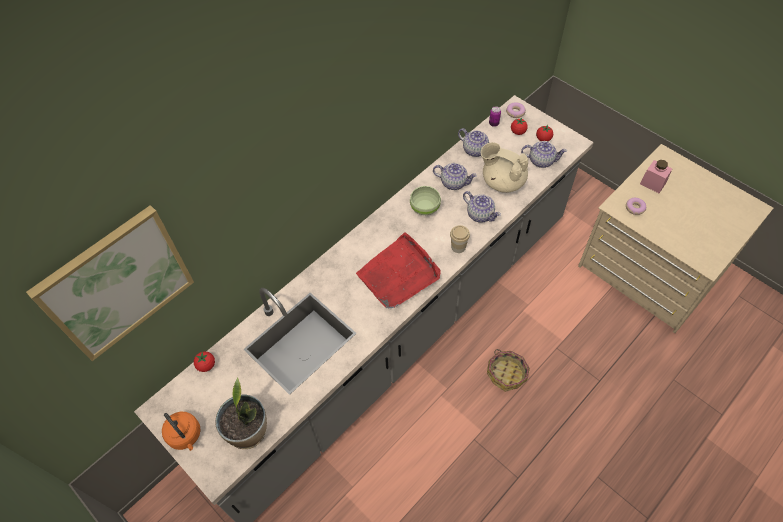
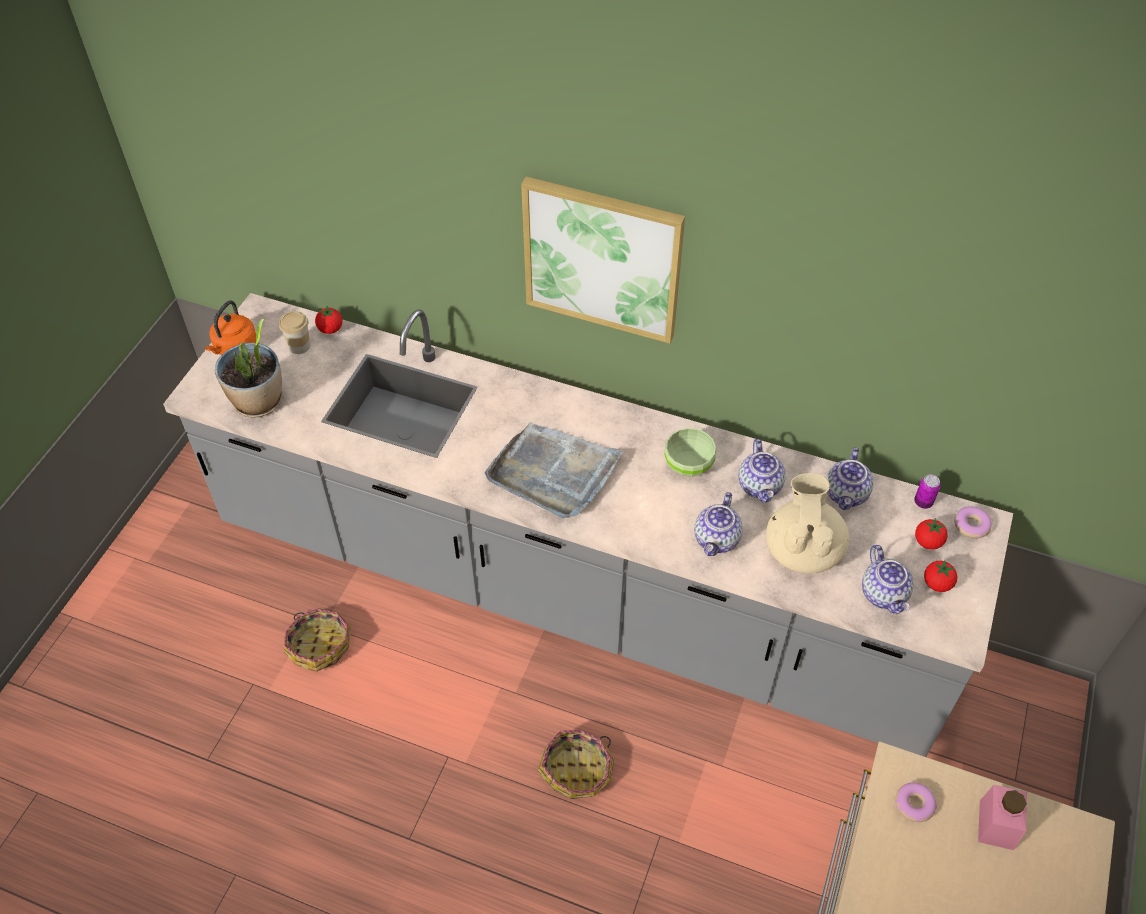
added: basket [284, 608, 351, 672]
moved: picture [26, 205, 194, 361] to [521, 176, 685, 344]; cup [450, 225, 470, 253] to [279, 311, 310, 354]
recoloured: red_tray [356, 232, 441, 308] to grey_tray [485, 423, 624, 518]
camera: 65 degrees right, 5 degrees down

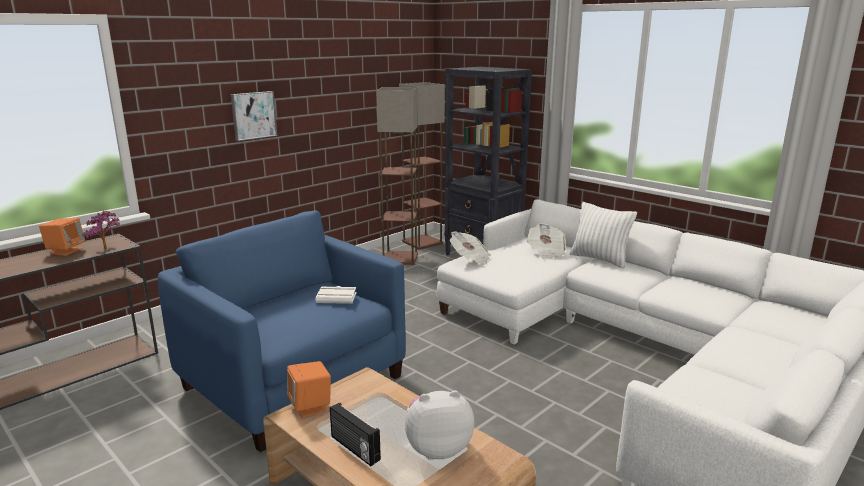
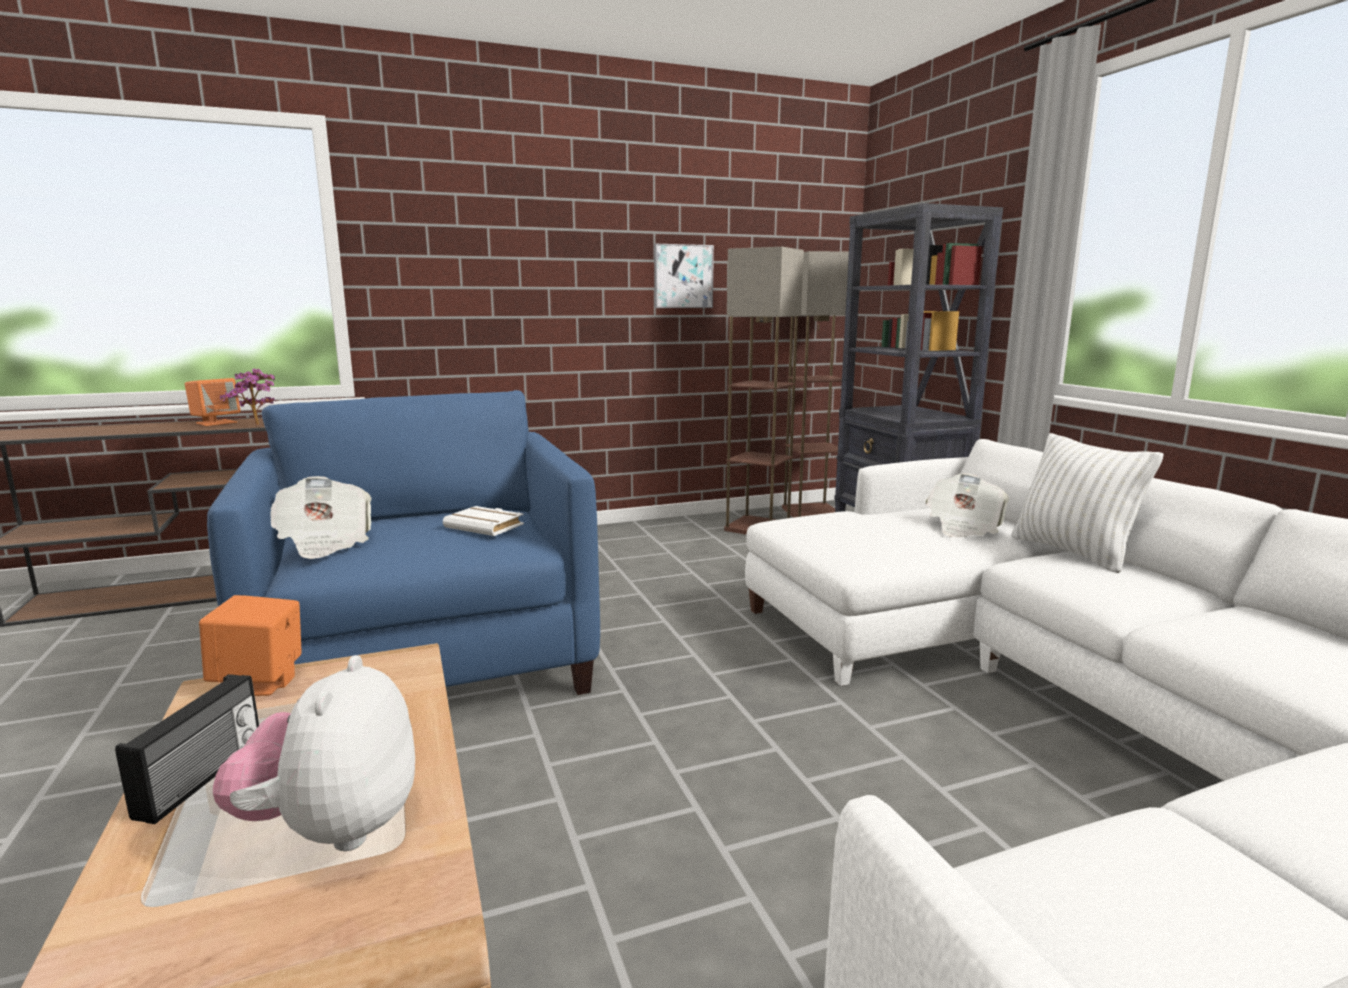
moved: picture [231, 91, 277, 141] to [654, 244, 714, 308]; newspaper [450, 231, 491, 265] to [271, 476, 372, 559]
turned: radio [330, 402, 381, 466] = [115, 674, 259, 824] 150 degrees counterclockwise; plush_toy [405, 390, 474, 460] = [213, 655, 415, 851] 105 degrees counterclockwise
camera: 25 degrees right, 5 degrees down

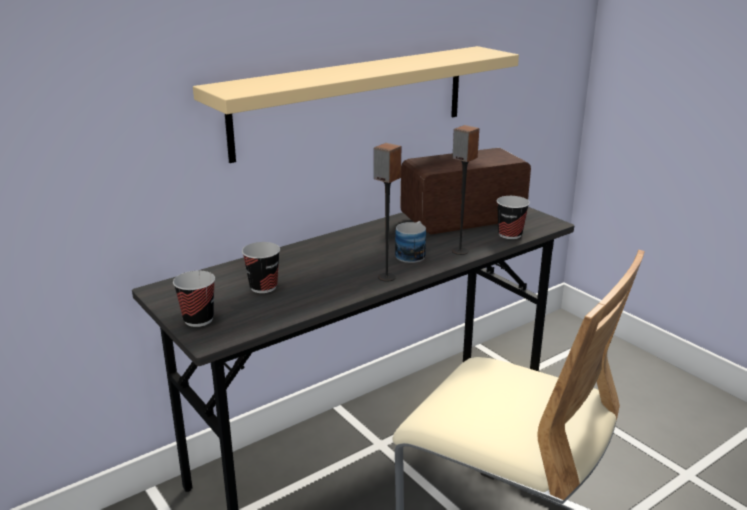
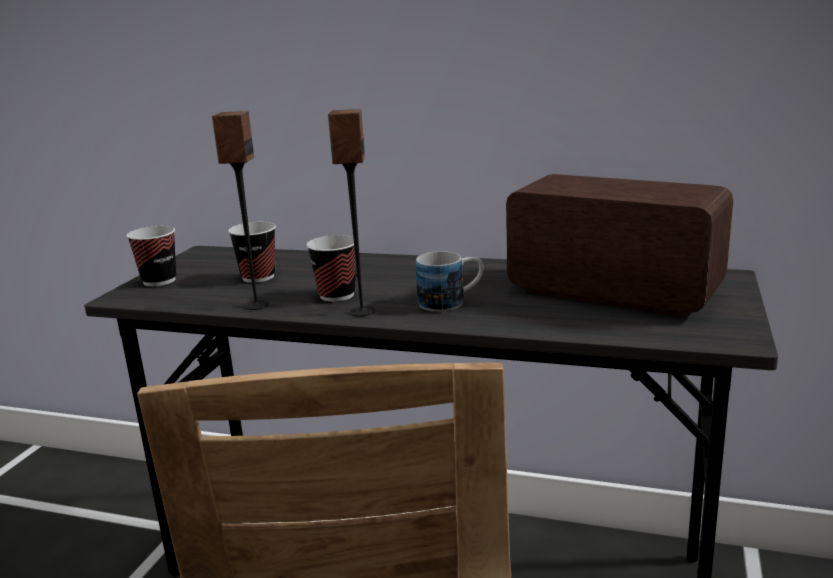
removed: beige_shelf [193, 46, 519, 163]
moved: speaker [452, 125, 479, 255] to [212, 111, 269, 310]; cup [497, 196, 530, 239] to [307, 235, 356, 302]
camera: 55 degrees right, 5 degrees down

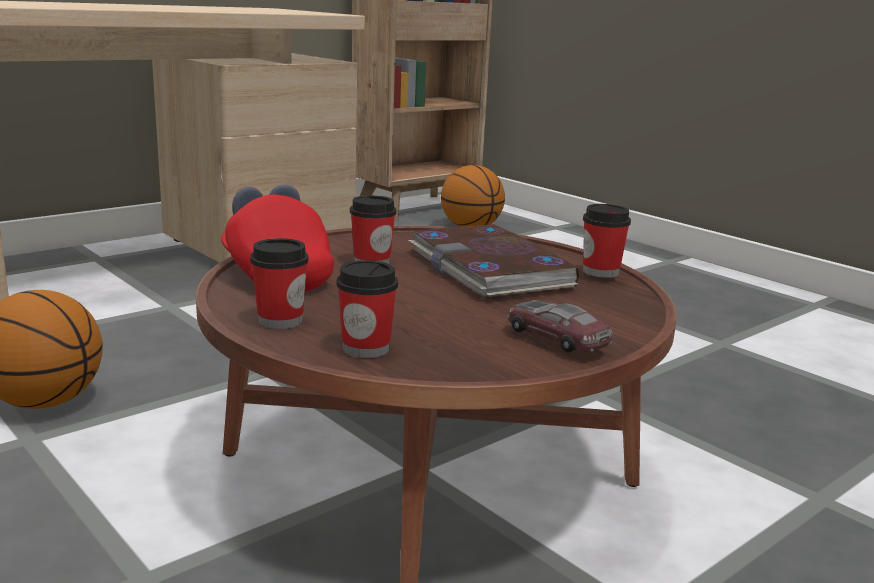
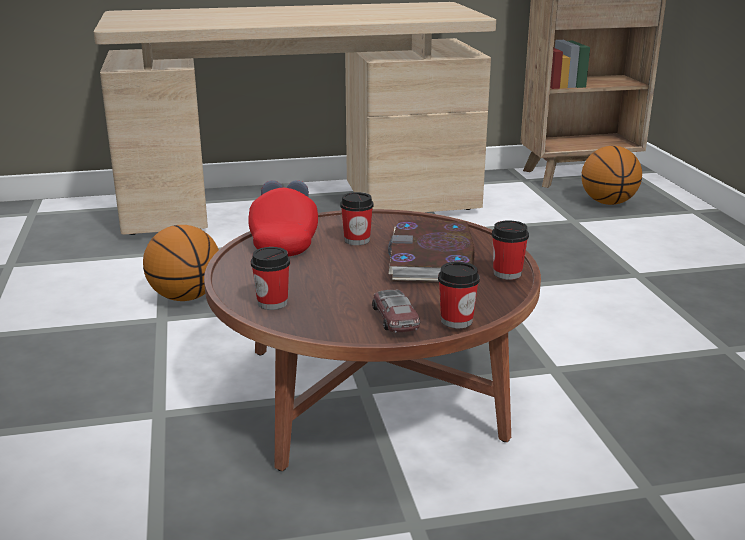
moved: cup [250, 238, 309, 329] to [438, 262, 480, 328]
camera: 30 degrees right, 5 degrees up

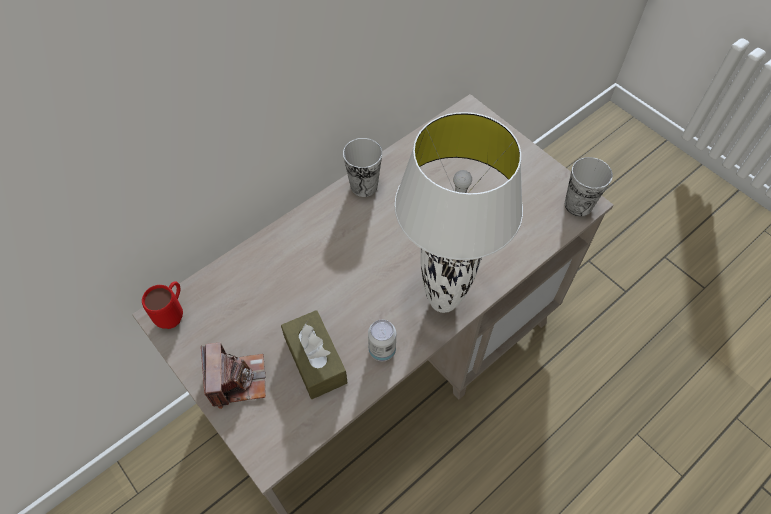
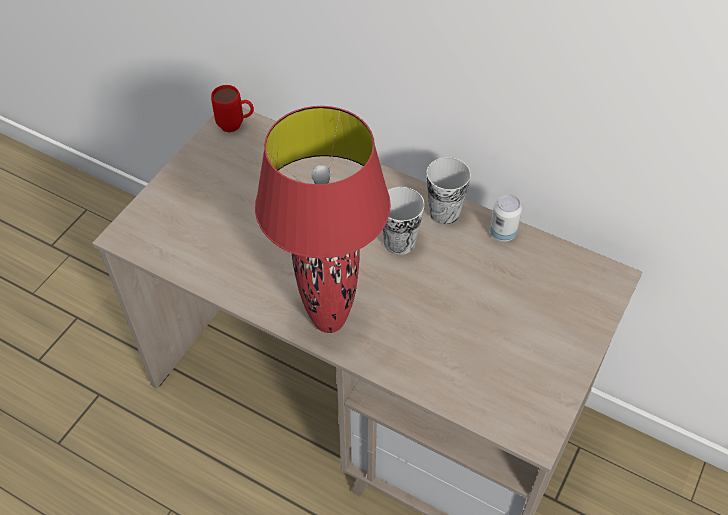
removed: photo_camera [201, 343, 266, 409]; brown_tissue_box [281, 310, 348, 399]
moved: can [368, 320, 396, 361] to [490, 194, 522, 242]; cup [565, 157, 613, 217] to [382, 187, 425, 255]
recoloured: white_table_lamp [394, 112, 523, 313] to red_table_lamp [255, 106, 391, 333]
camera: 70 degrees right, 5 degrees down

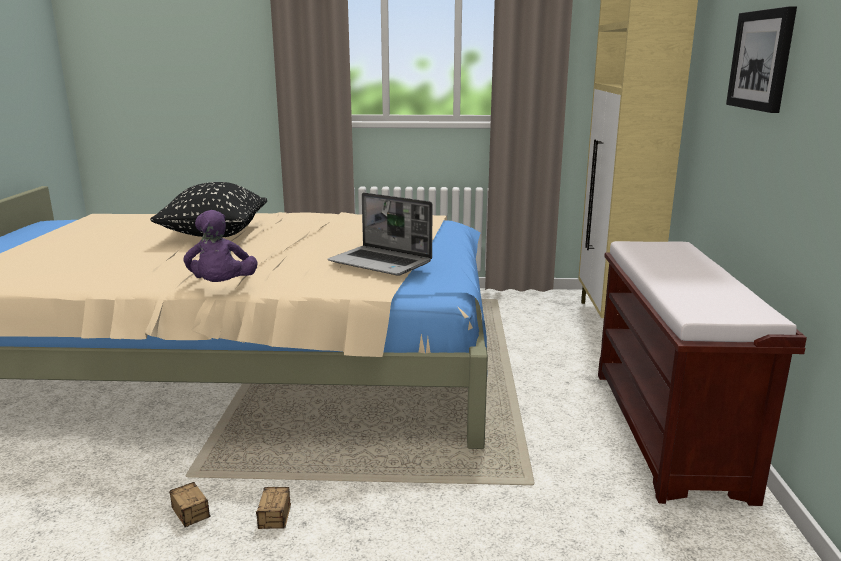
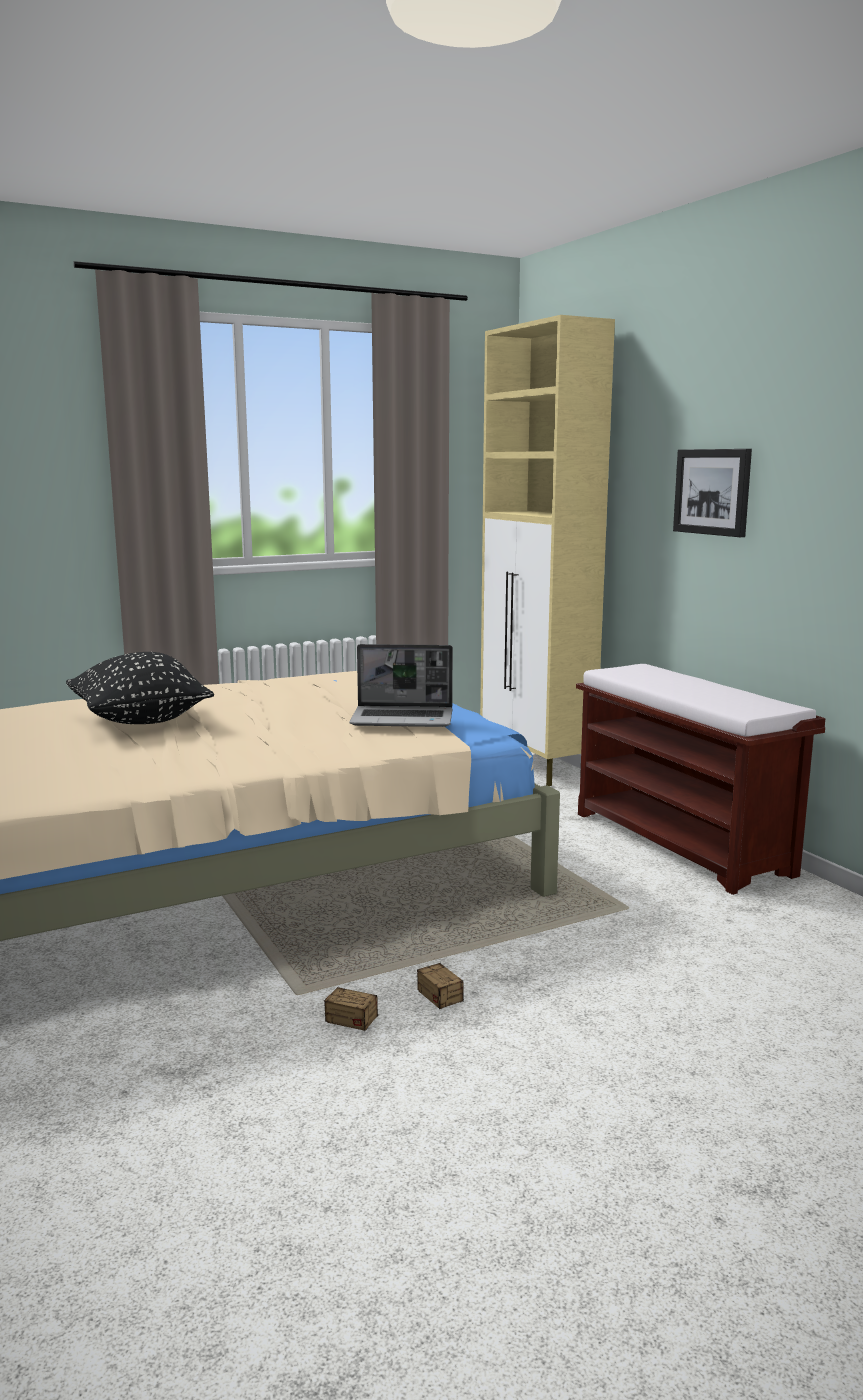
removed: purple_plush_toy [183, 210, 258, 282]
camera: 30 degrees left, 5 degrees down

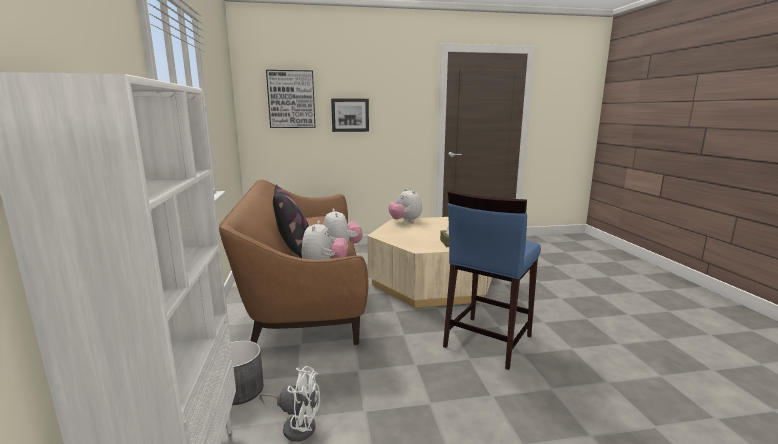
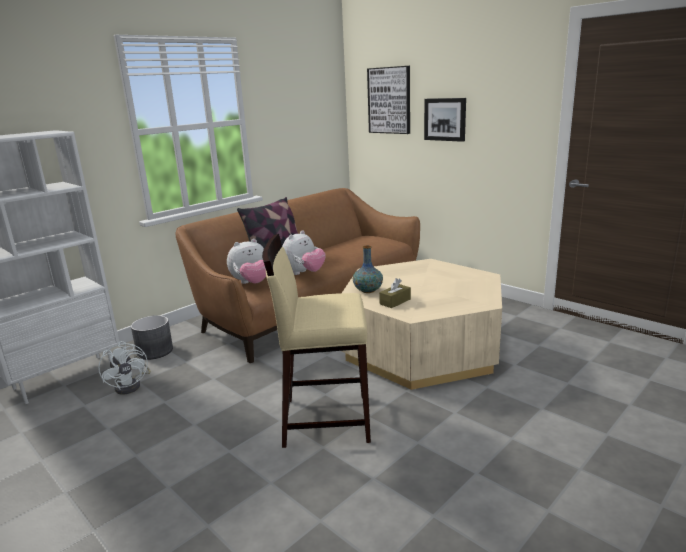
removed: plush_toy [389, 189, 422, 222]
added: vase [353, 245, 383, 293]
recoloured: blue_stool [443, 191, 541, 370] to beige_stool [262, 234, 371, 448]
camera: 55 degrees right, 5 degrees up

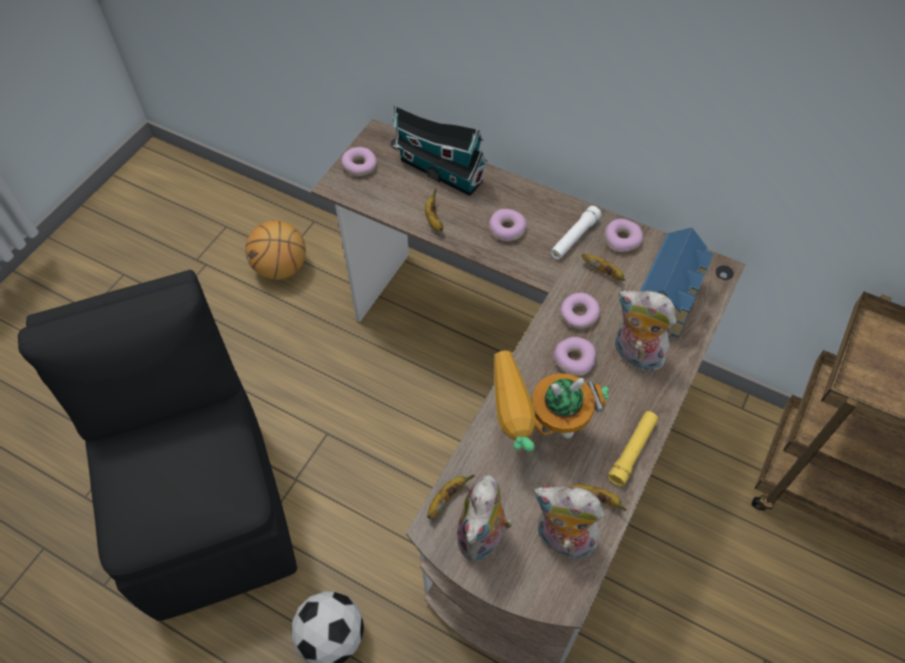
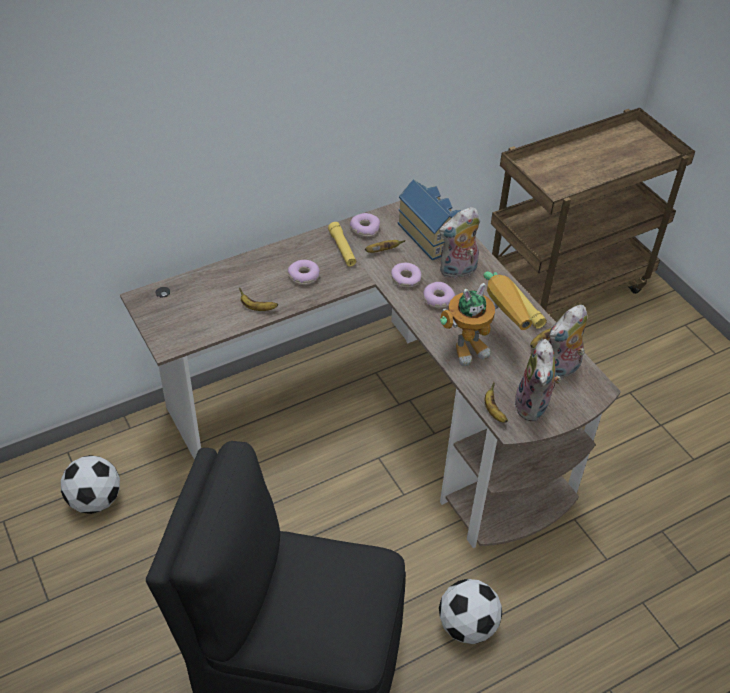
removed: donut [341, 147, 377, 176]; toy_house [393, 105, 488, 196]
replaced: basketball [245, 221, 306, 280] to football [61, 455, 120, 514]
recoloured: white_flashlight [550, 206, 602, 260] to yellow_flashlight [328, 222, 356, 266]
turned: plush_toy [456, 475, 512, 562] = [514, 339, 562, 421] 45 degrees clockwise; toy_robot [494, 351, 609, 452] = [440, 271, 532, 366] 135 degrees counterclockwise
camera: 60 degrees left, 10 degrees down

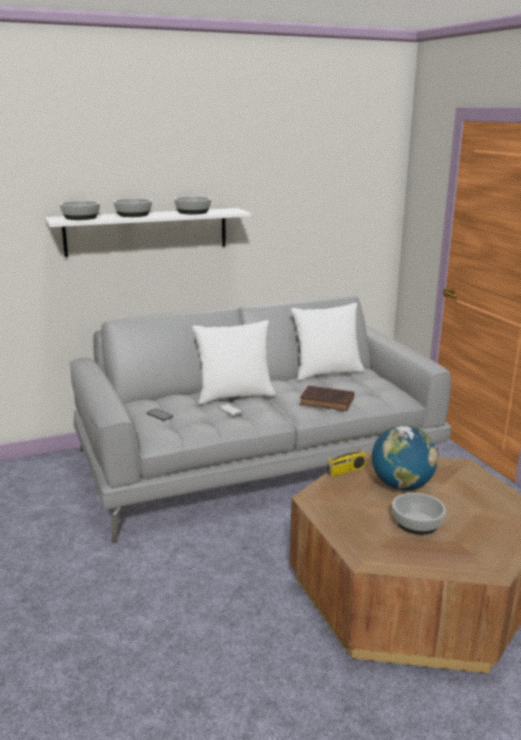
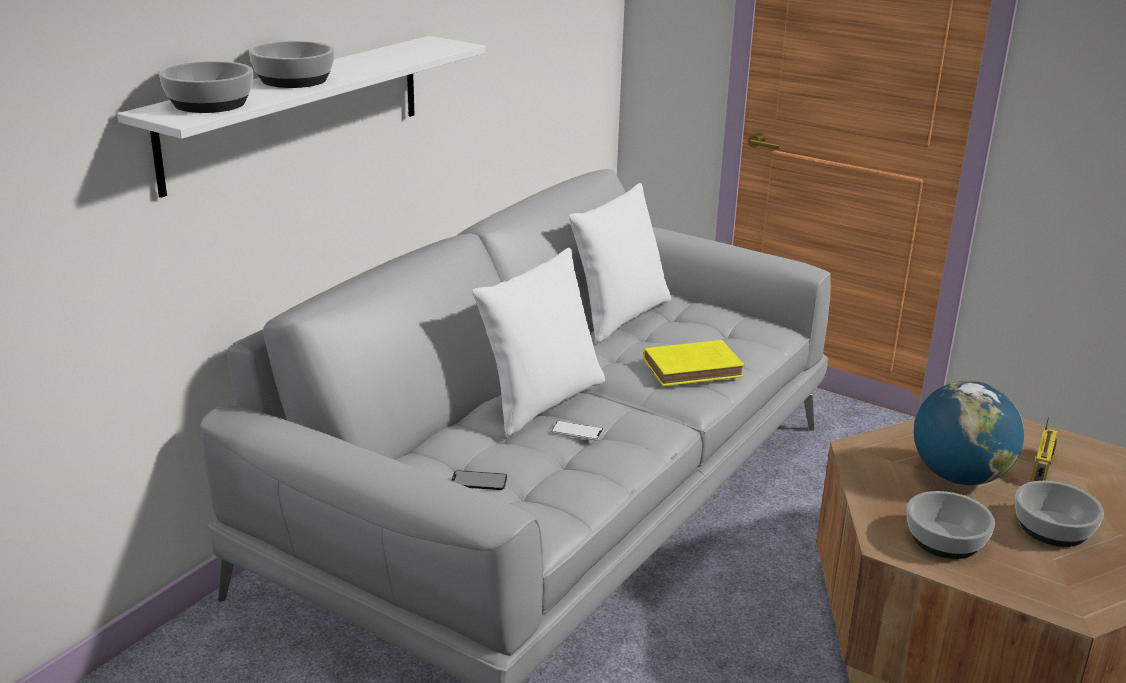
moved: bowl [174, 196, 211, 215] to [907, 491, 995, 559]; radio [327, 436, 366, 477] to [1031, 417, 1057, 481]
recoloured: brown_book [300, 385, 354, 411] to yellow_book [643, 340, 744, 386]
camera: 35 degrees left, 5 degrees up

